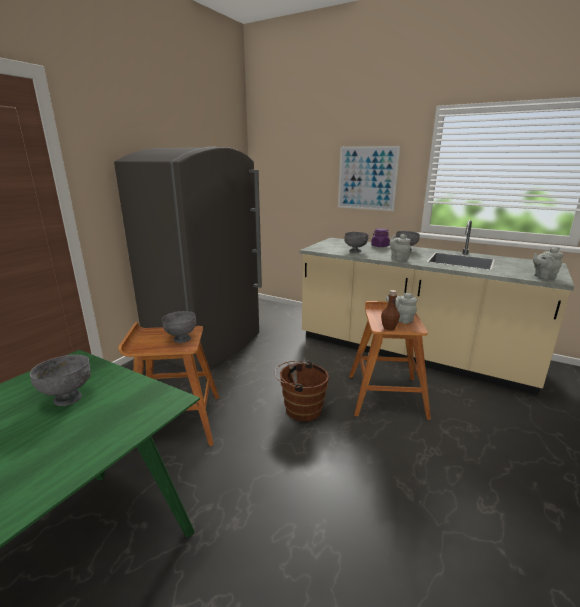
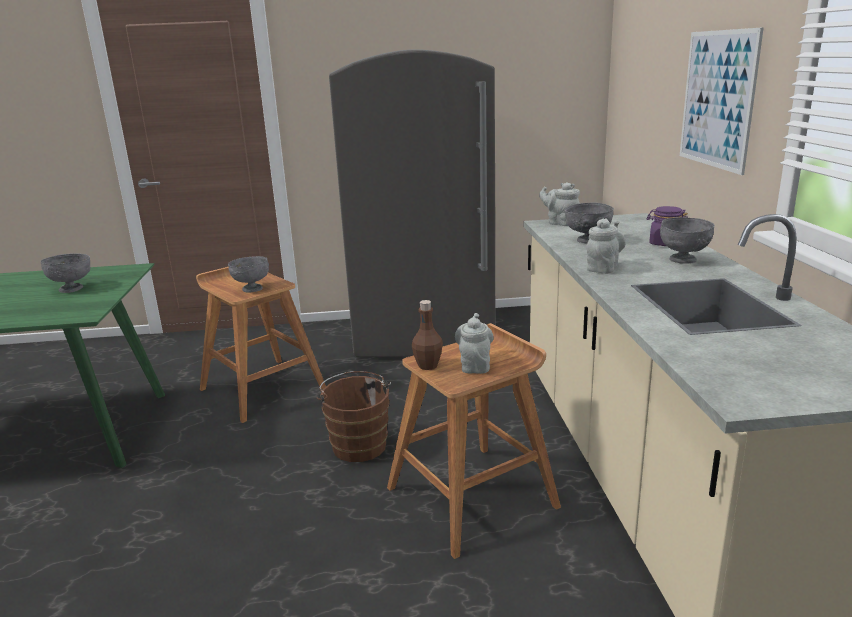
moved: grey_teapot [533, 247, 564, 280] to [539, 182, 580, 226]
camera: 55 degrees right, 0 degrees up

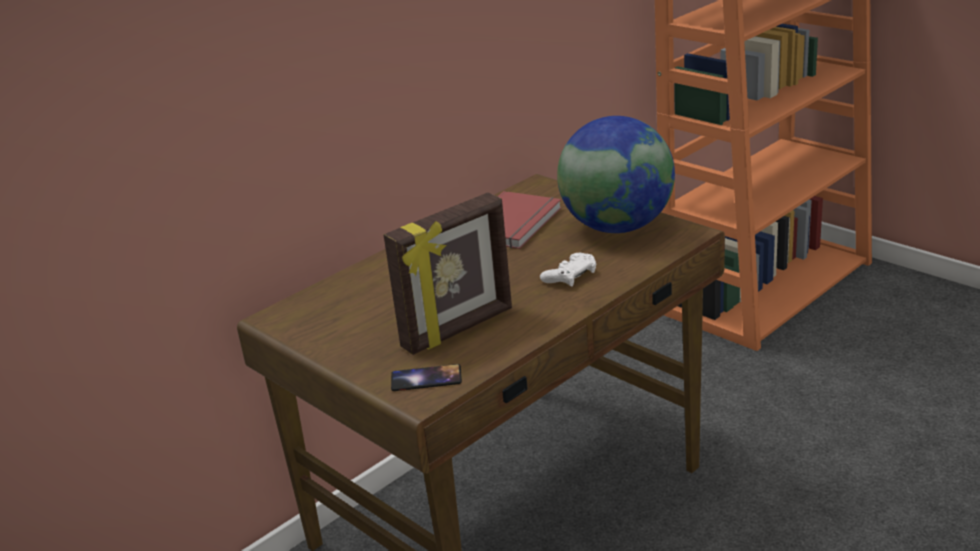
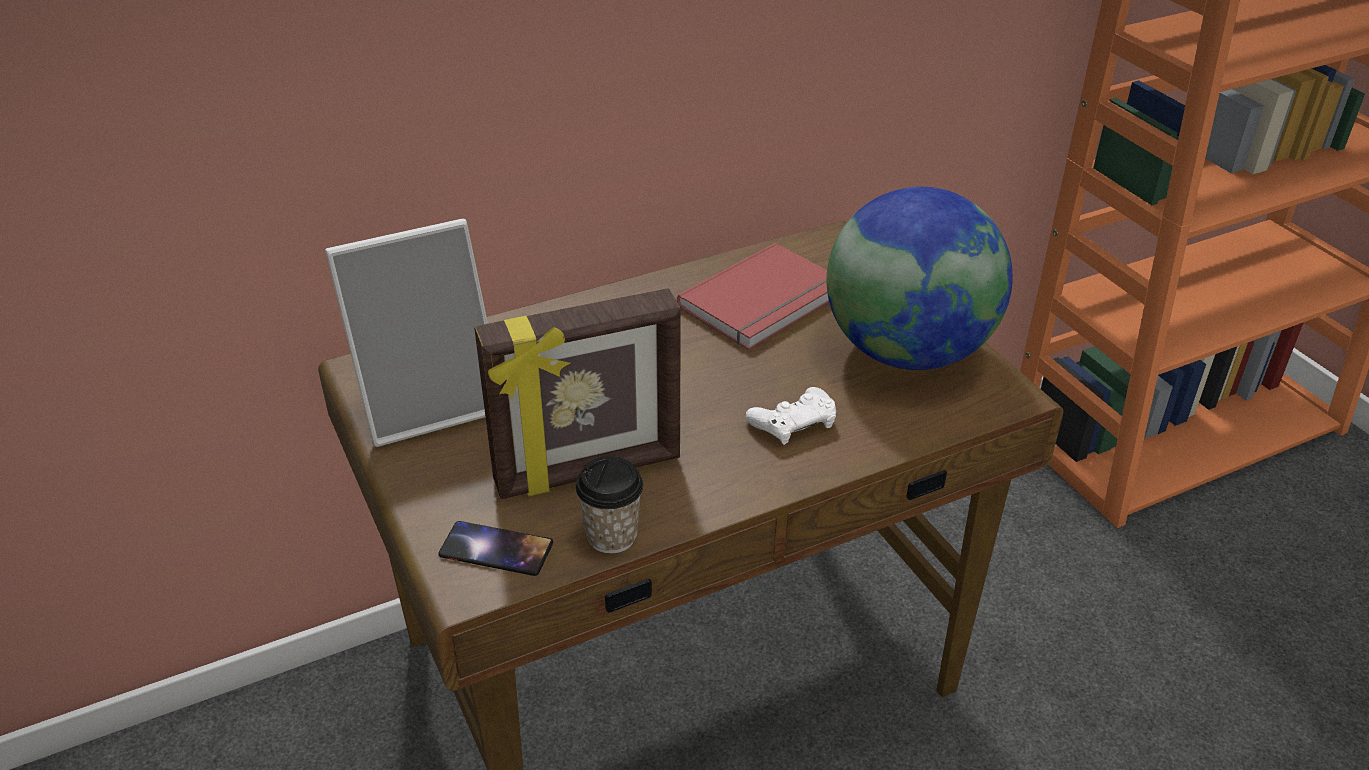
added: picture_frame [325, 219, 488, 447]; cup [576, 456, 643, 553]
camera: 15 degrees right, 10 degrees up

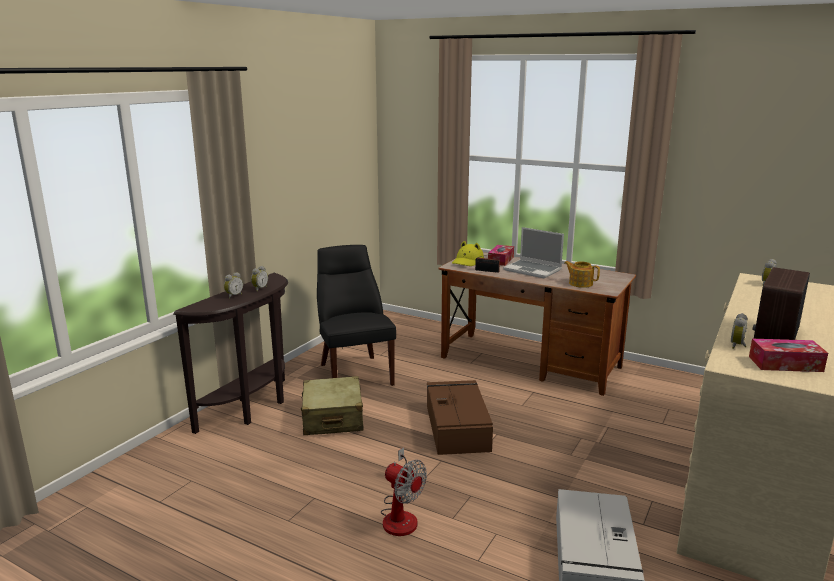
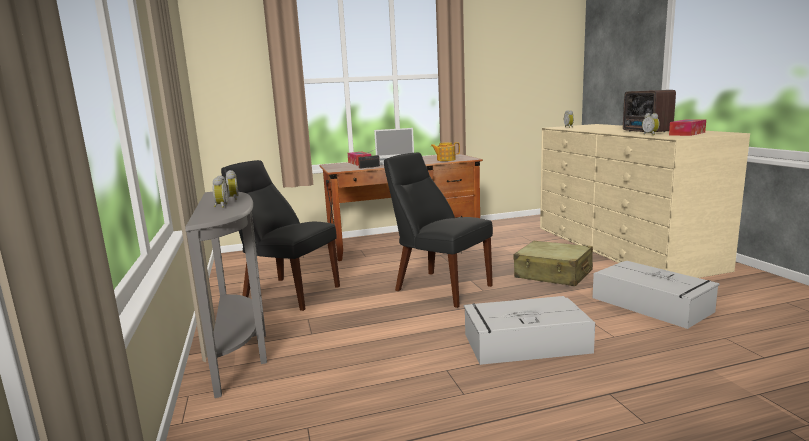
removed: yellow_hat [452, 241, 484, 266]
moved: beige_suitcase [301, 376, 364, 435] to [514, 241, 593, 286]
replaced: fan [381, 447, 427, 536] to grey_storage_box [464, 296, 595, 365]; brown_storage_box [427, 380, 493, 455] to black_chair [384, 153, 493, 308]
recoloured: brown_console_table [173, 273, 288, 434] to grey_console_table [186, 192, 267, 398]
camera: 45 degrees left, 5 degrees down

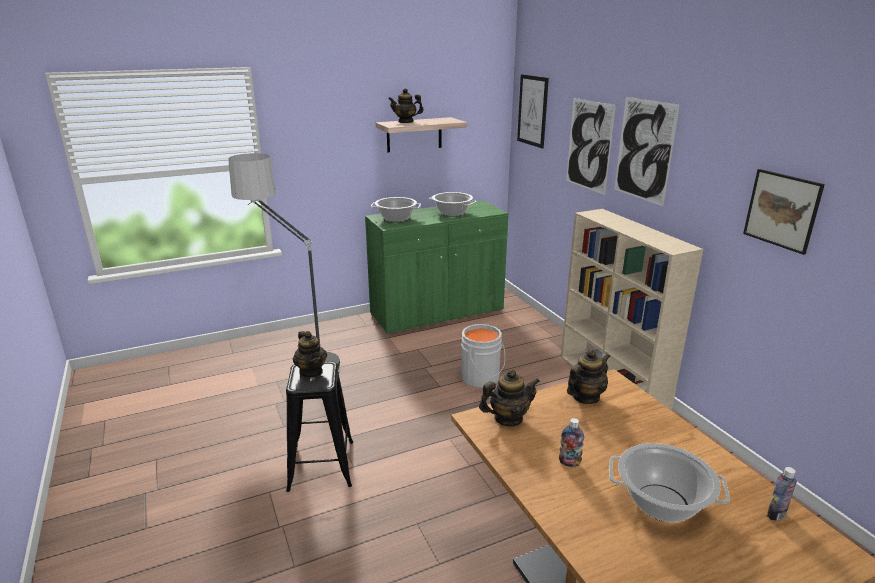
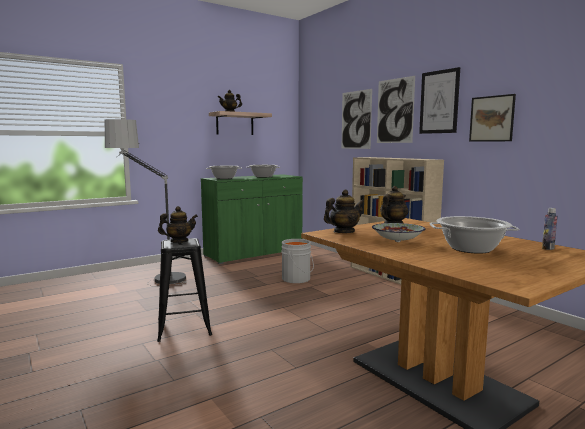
moved: picture [517, 74, 549, 149] to [419, 67, 460, 134]
replaced: bottle [559, 418, 584, 467] to bowl [372, 223, 425, 242]
turned: teapot [293, 331, 327, 377] = [158, 206, 198, 243] 75 degrees counterclockwise
camera: 10 degrees left, 15 degrees down

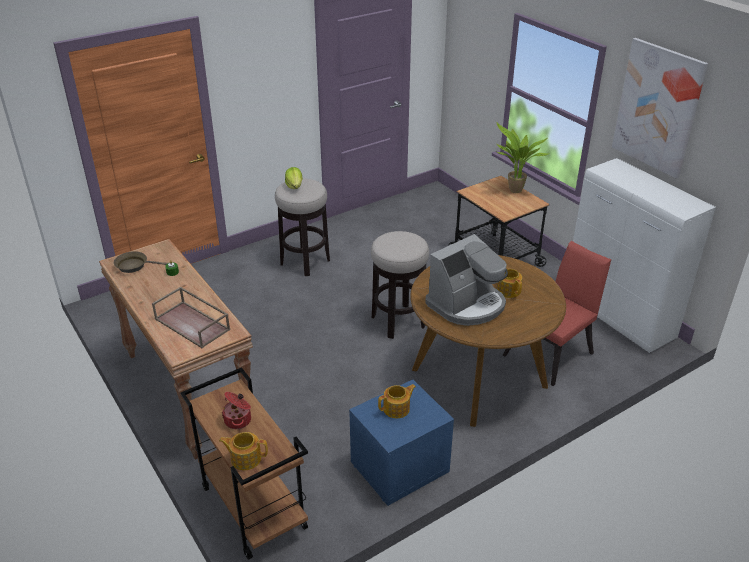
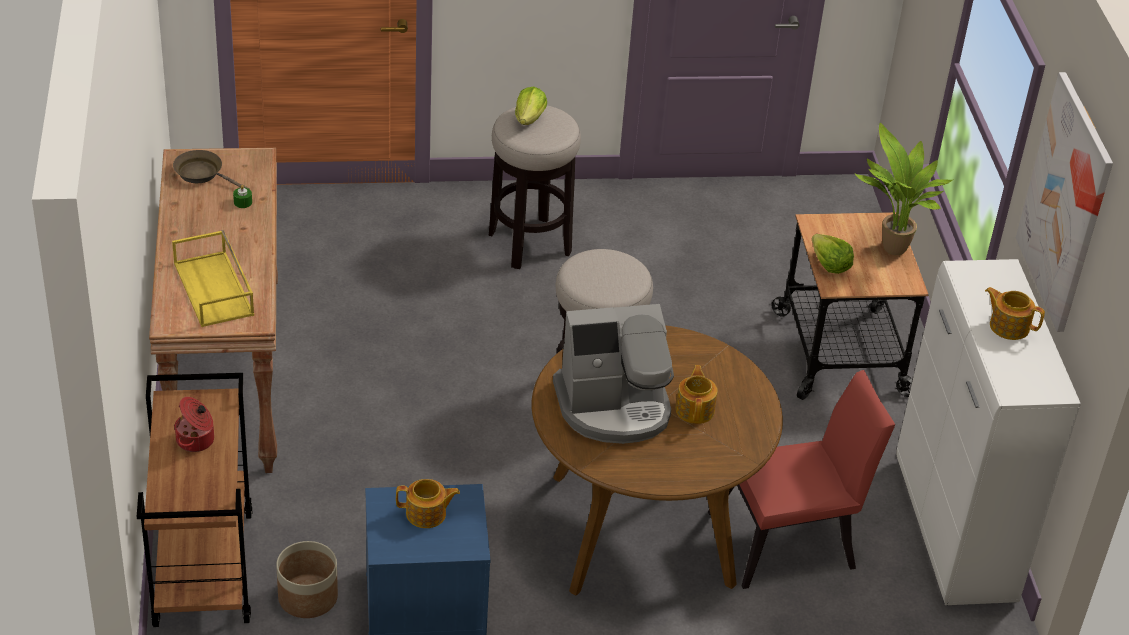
added: planter [276, 541, 338, 618]; lettuce [812, 234, 854, 274]
moved: teapot [219, 432, 268, 470] to [985, 287, 1045, 340]
recoloured: brown_tray [152, 287, 230, 348] to yellow_tray [172, 230, 254, 327]
camera: 25 degrees right, 5 degrees up

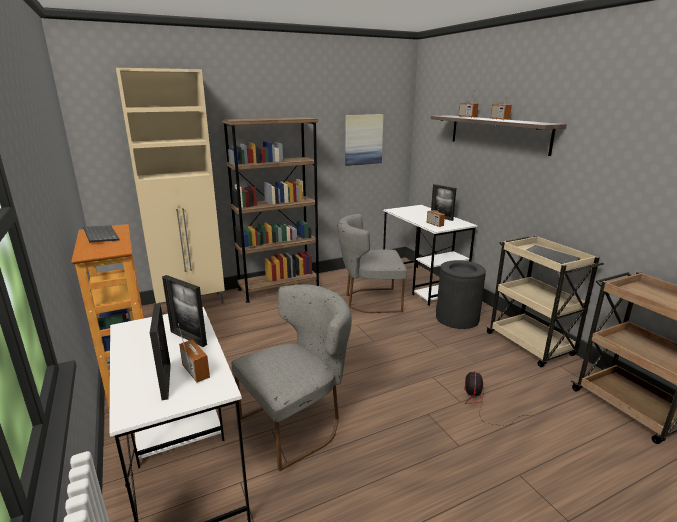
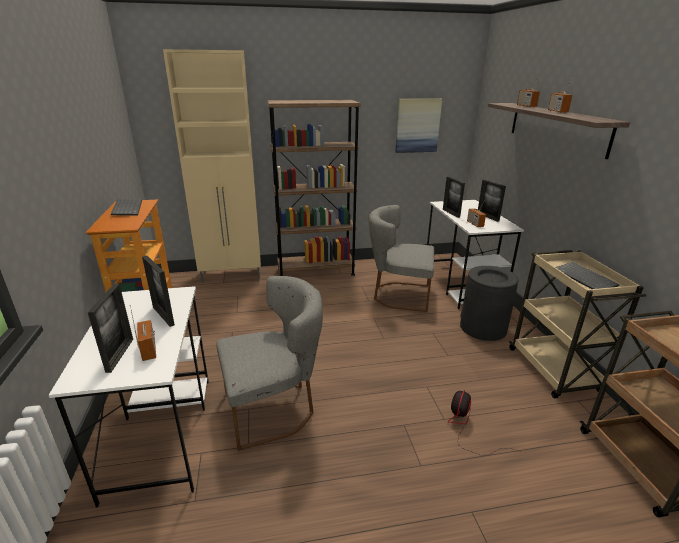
added: picture_frame [443, 176, 465, 218]
camera: 15 degrees right, 5 degrees up

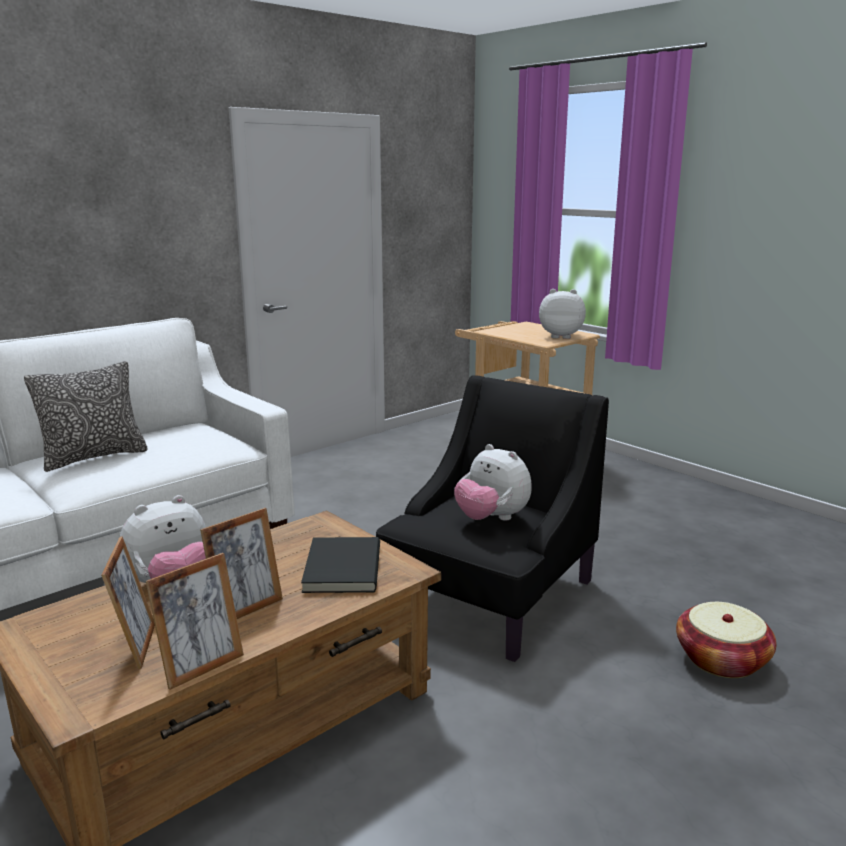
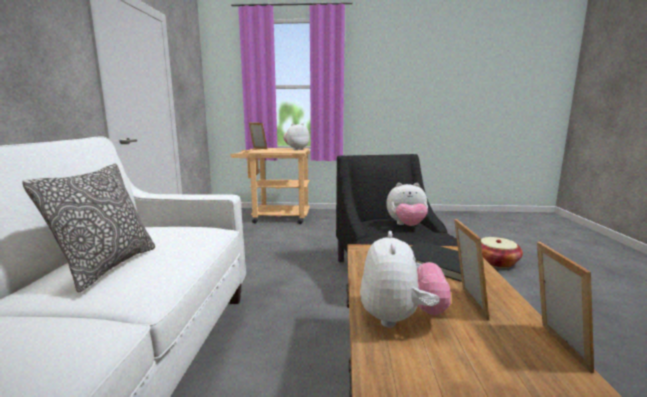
moved: picture_frame [101, 536, 155, 670] to [249, 123, 268, 149]
camera: 45 degrees left, 5 degrees down

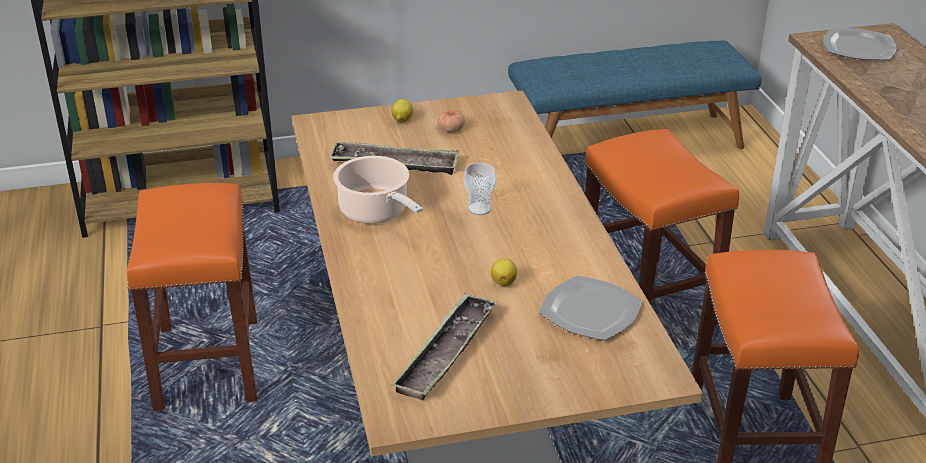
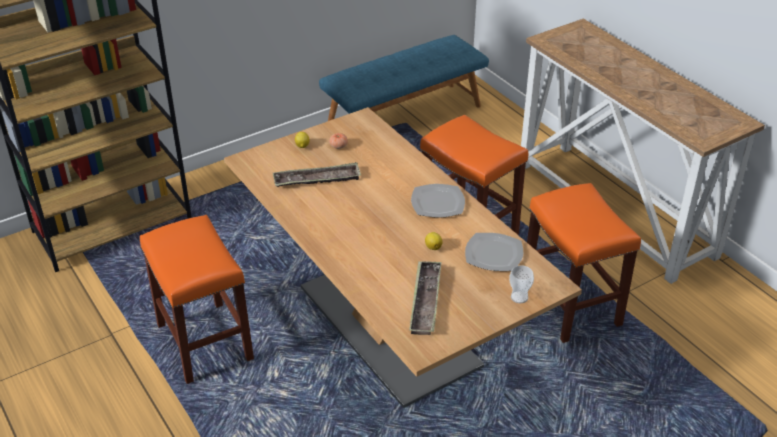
removed: cooking_pot [333, 156, 423, 224]
moved: cup [464, 163, 496, 215] to [509, 265, 534, 303]; plate [823, 28, 897, 60] to [411, 184, 465, 218]
camera: 20 degrees left, 5 degrees up

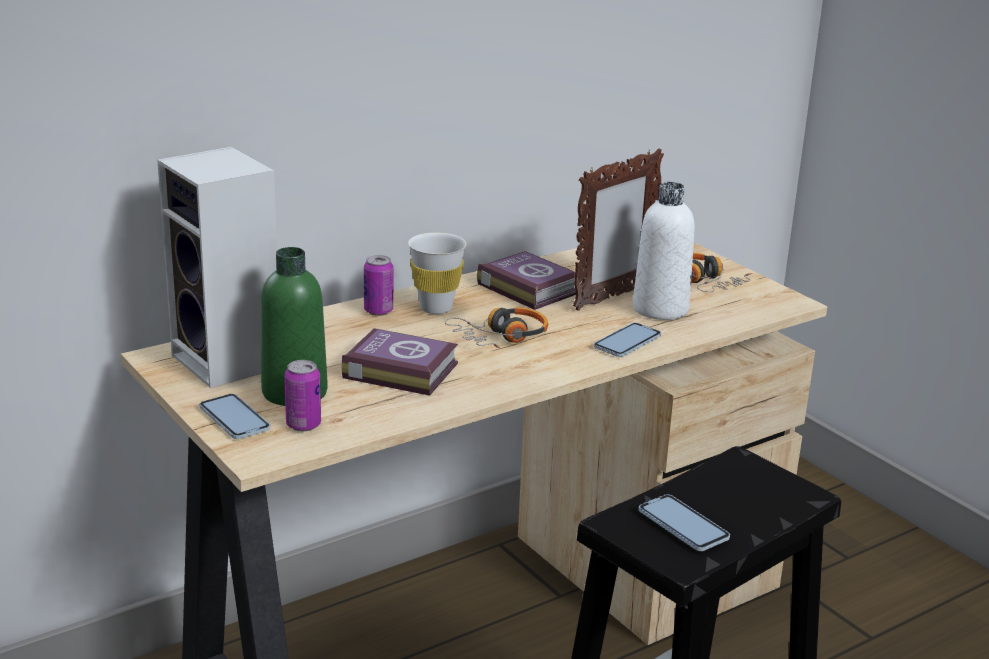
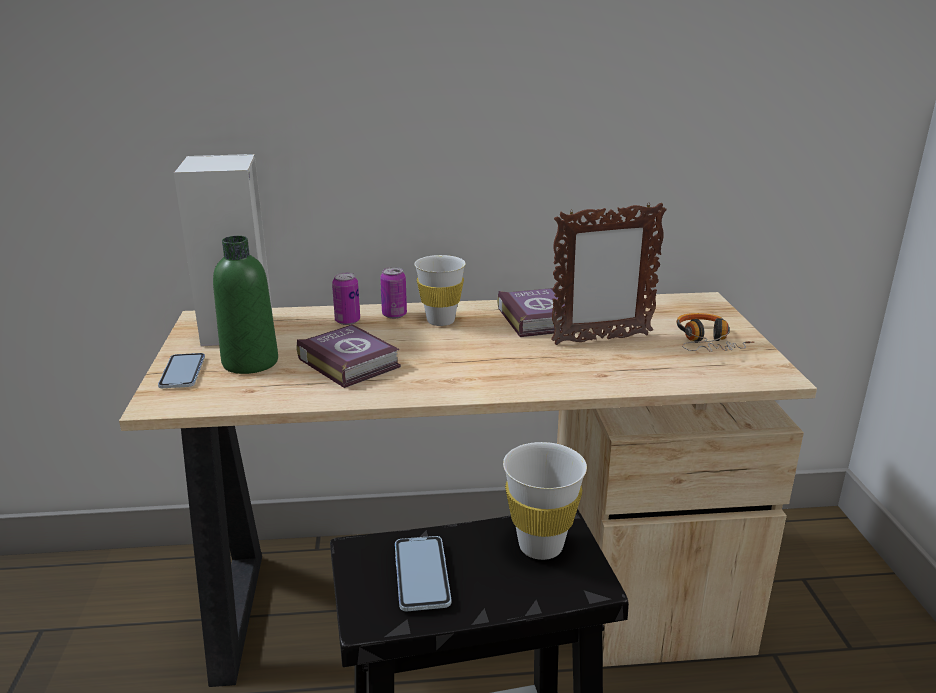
removed: headphones [445, 307, 548, 349]; phone [594, 323, 661, 357]; white_bottle [633, 182, 695, 320]
added: white_cup [503, 442, 587, 560]
moved: can [284, 360, 321, 431] to [332, 273, 360, 325]
camera: 30 degrees right, 0 degrees up

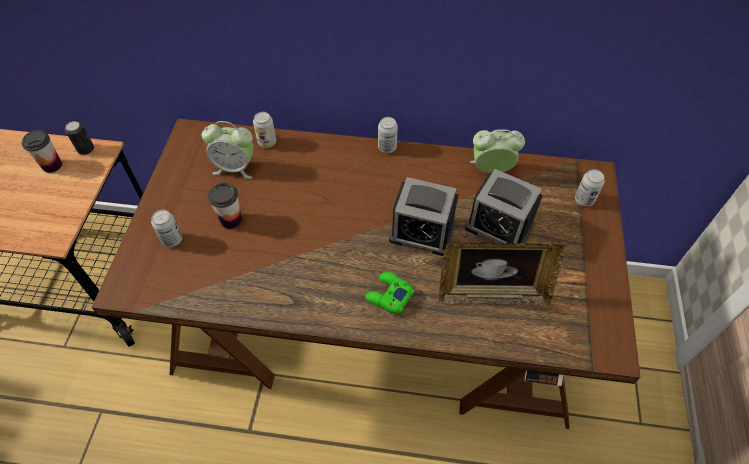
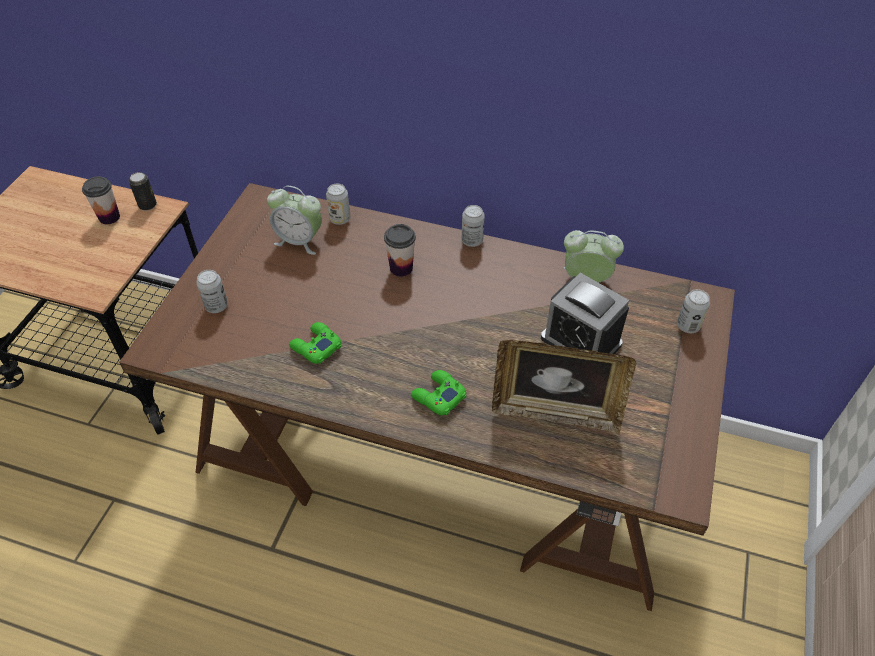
removed: alarm_clock [389, 177, 458, 256]
added: green_game_controller [289, 322, 341, 364]
moved: cup [208, 183, 242, 229] to [384, 224, 416, 277]
camera: 10 degrees right, 5 degrees down

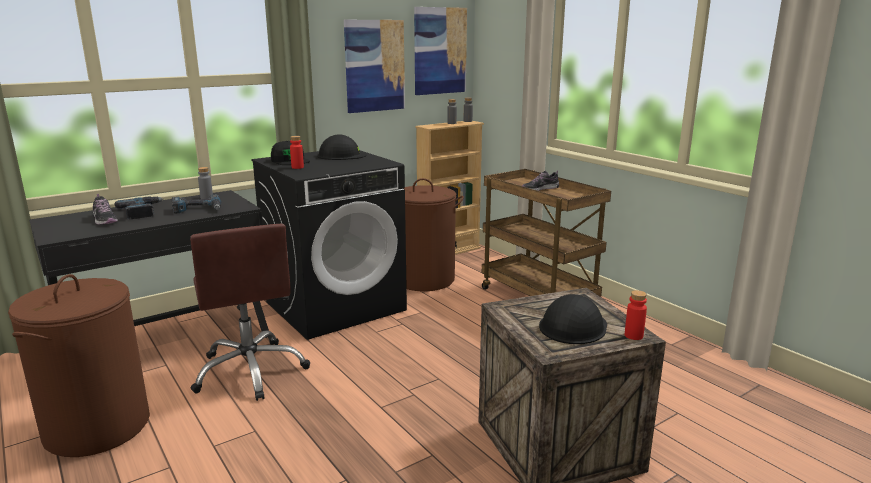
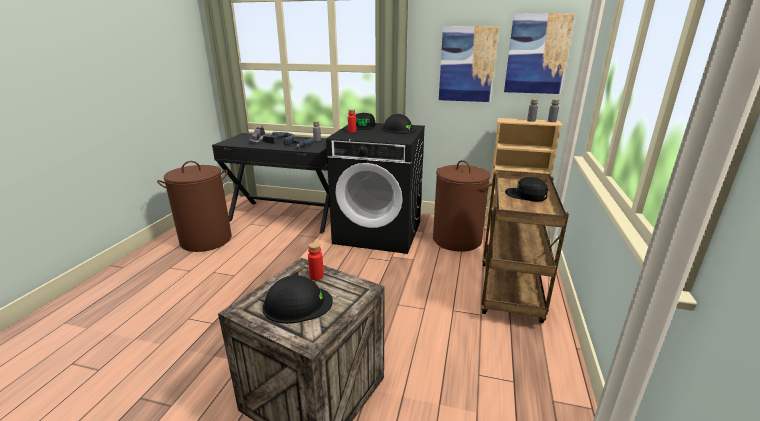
removed: brown_office_chair [190, 224, 310, 401]
moved: red_bottle [625, 290, 647, 340] to [308, 242, 324, 280]
replaced: shoe [522, 171, 559, 191] to black_cap [505, 177, 548, 202]
camera: 50 degrees right, 5 degrees up

